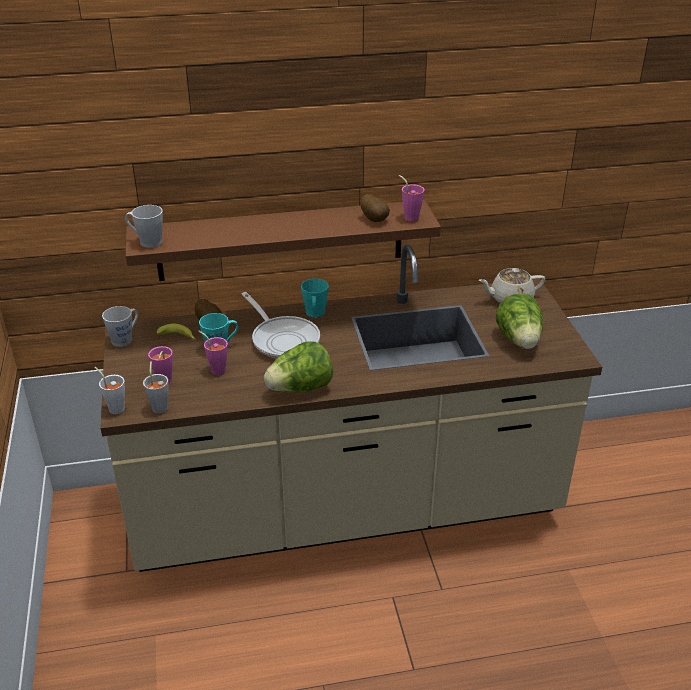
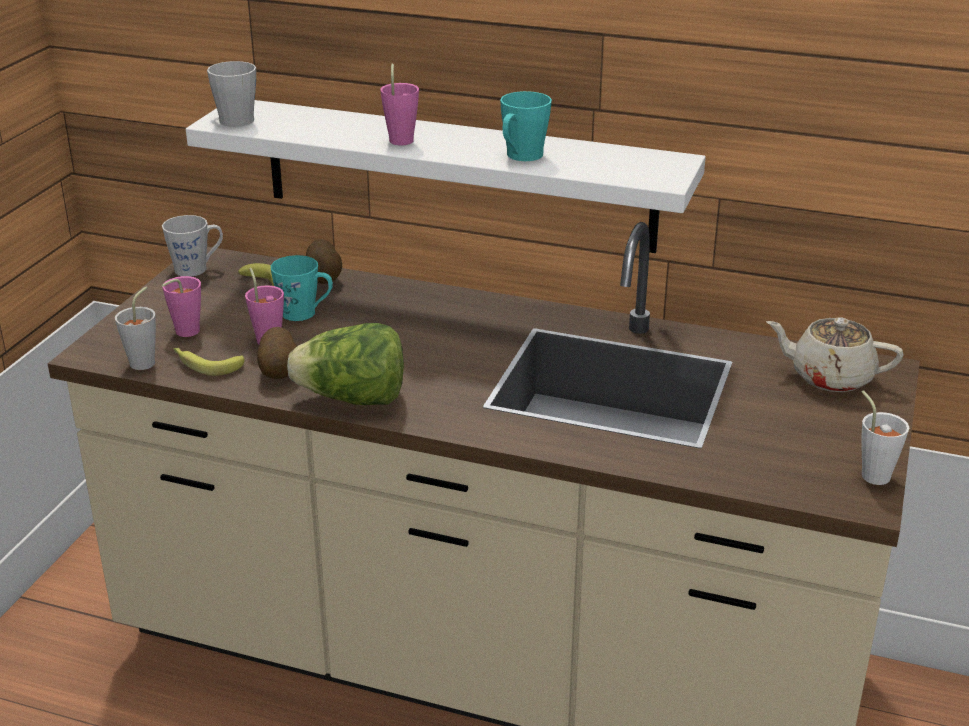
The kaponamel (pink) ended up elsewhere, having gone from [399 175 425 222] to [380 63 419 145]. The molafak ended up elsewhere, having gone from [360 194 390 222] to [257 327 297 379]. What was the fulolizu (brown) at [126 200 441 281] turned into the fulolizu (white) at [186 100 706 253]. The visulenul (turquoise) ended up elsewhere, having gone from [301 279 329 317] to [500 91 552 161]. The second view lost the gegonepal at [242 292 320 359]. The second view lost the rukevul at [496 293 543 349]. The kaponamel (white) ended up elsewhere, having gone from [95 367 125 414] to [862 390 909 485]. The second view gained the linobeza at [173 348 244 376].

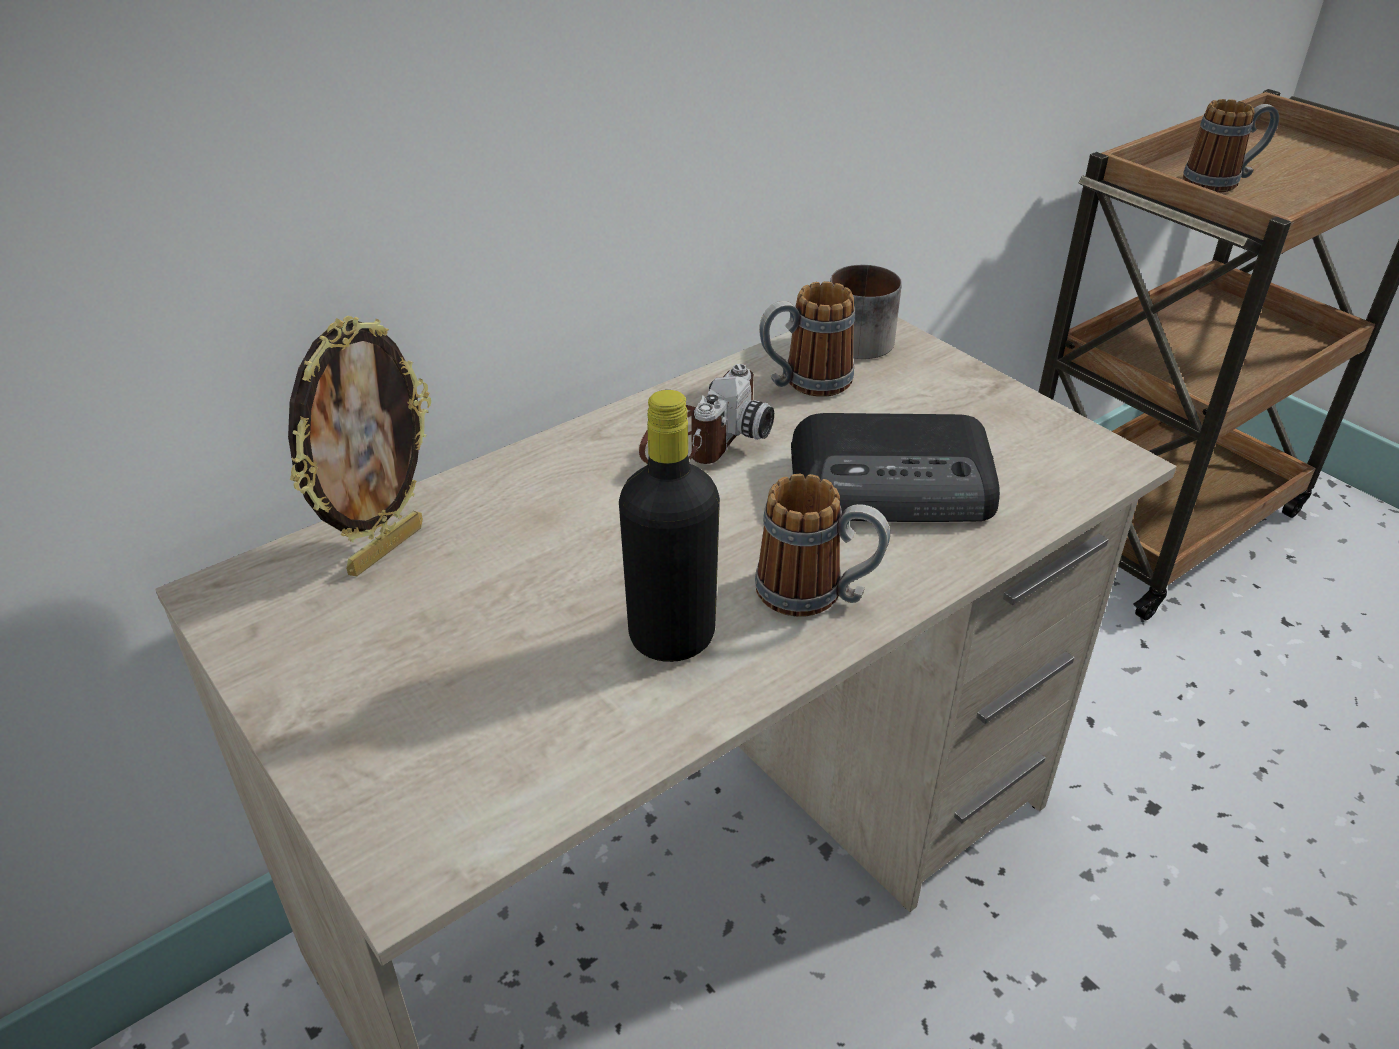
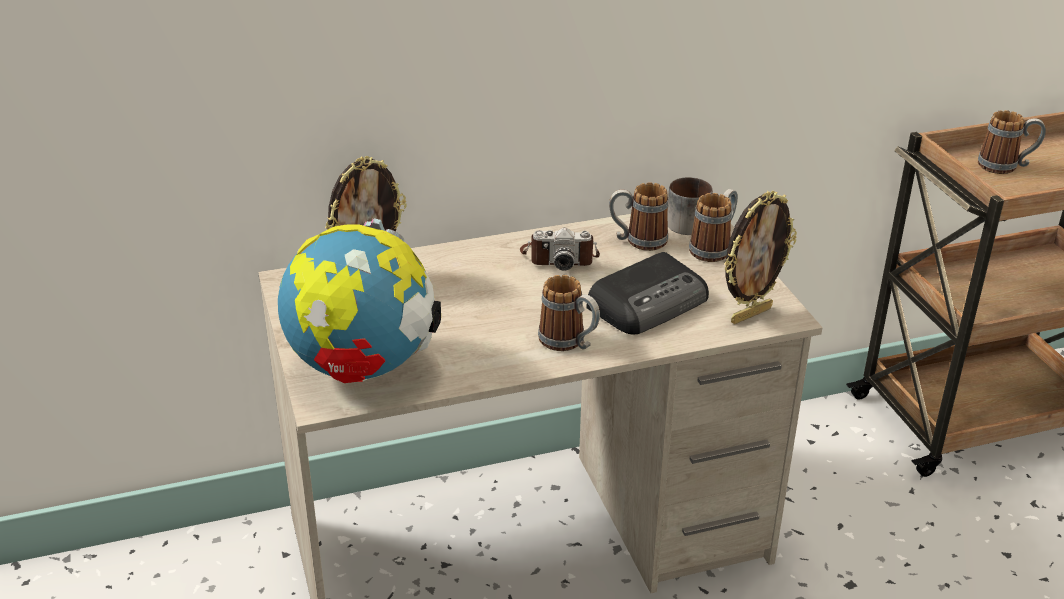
The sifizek at [639 364 774 464] ended up facing another way, 45 degrees clockwise from before. The second view lost the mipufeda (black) at [619 390 720 662]. The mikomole at [791 413 1000 522] ended up facing another way, 60 degrees counterclockwise from before. The second view gained the visulenul at [689 189 738 262]. The second view gained the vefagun at [724 191 797 324]. The second view gained the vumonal at [278 218 441 383].

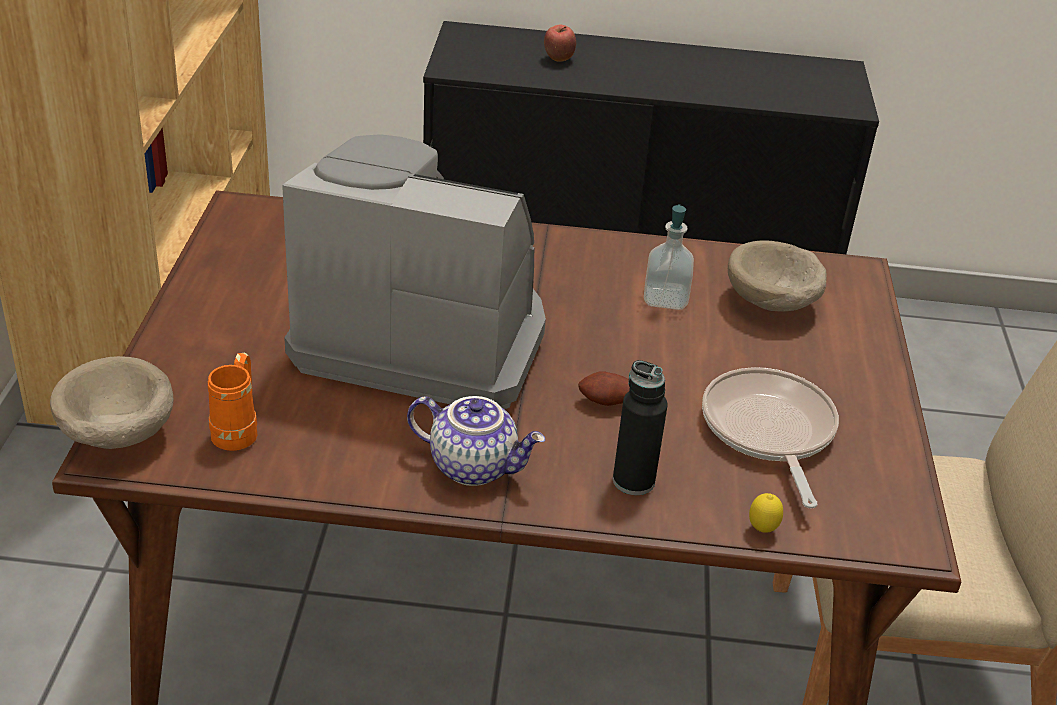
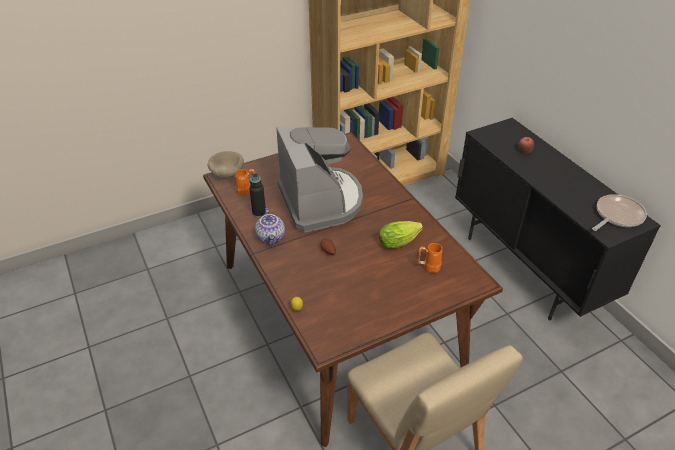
Where the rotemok stood at [644 204 694 310], the rukevul came to stand at [379 221 423 249]. Where the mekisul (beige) stood at [728 240 827 312], the visulenul (orange) came to stand at [418 243 443 273]. The mipufeda (black) ended up elsewhere, having gone from [613 360 668 495] to [249 173 266 217]. The gegonepal ended up elsewhere, having gone from [702 367 839 509] to [592 194 647 231].

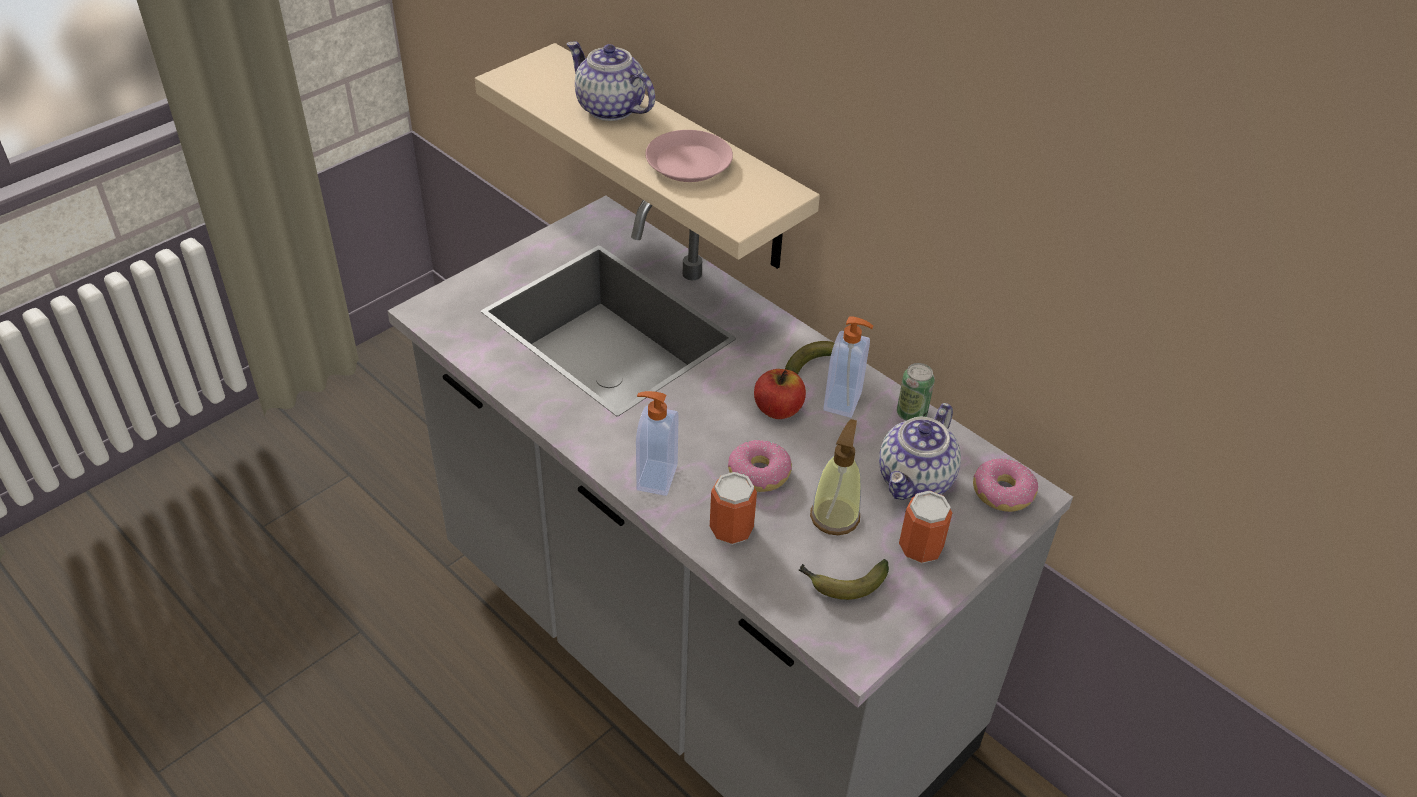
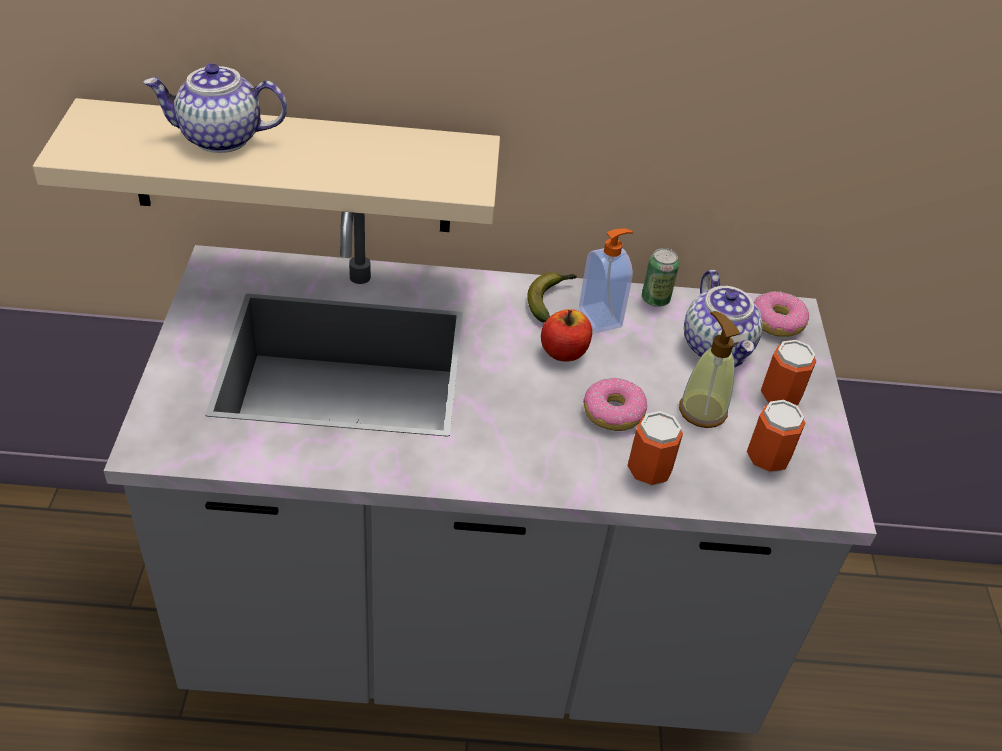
The second view lost the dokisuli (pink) at [645 130 733 182]. The second view lost the rotemok at [636 391 679 496]. Where the linobeza stood at [799 559 889 600], the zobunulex came to stand at [747 400 806 473].

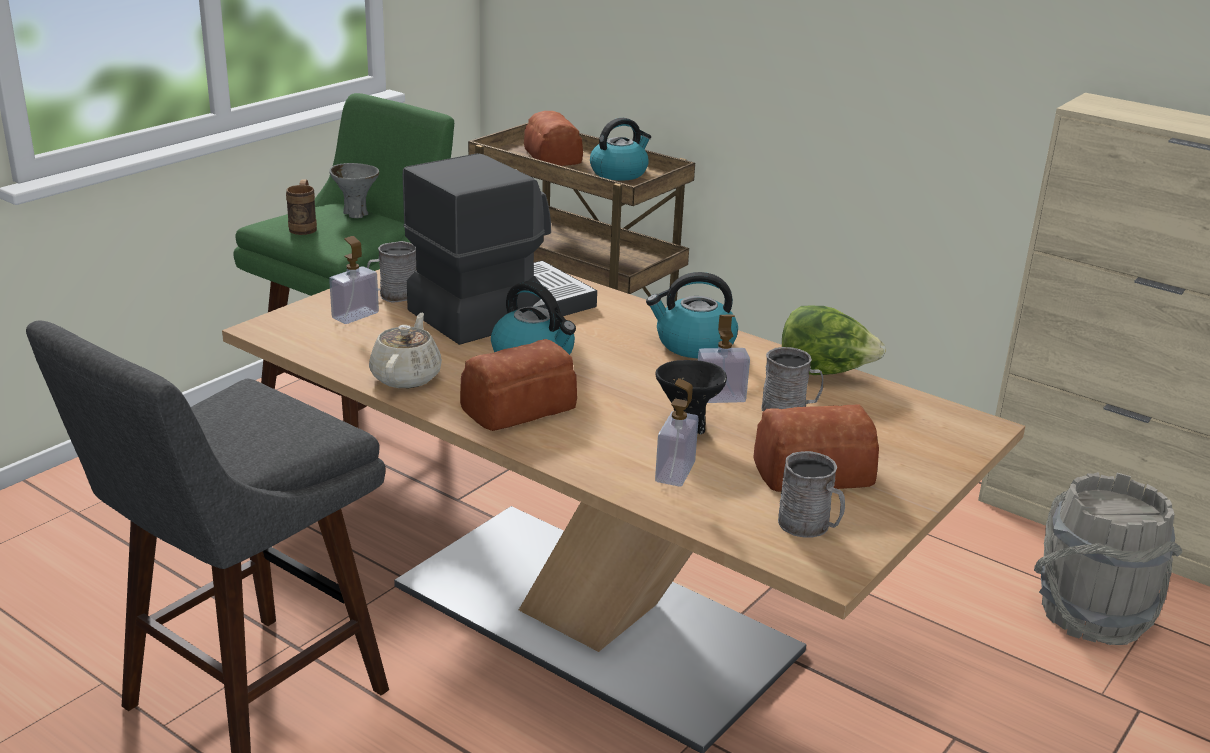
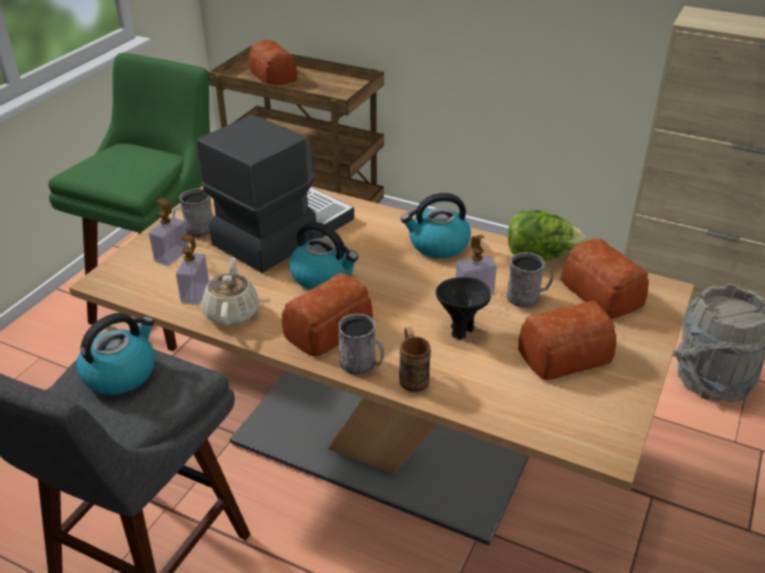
The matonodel ended up elsewhere, having gone from [590 118 651 181] to [76 313 155 395]. The second view lost the mekisul (grey) at [329 163 379 218]. The visulenul (brown) ended up elsewhere, having gone from [286 179 317 235] to [399 326 431 392]. The rotemok ended up elsewhere, having gone from [655 378 699 487] to [176 234 209 305]. The visulenul (grey) ended up elsewhere, having gone from [778 451 845 538] to [339 313 384 375]. The second view gained the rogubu at [561 238 649 319].

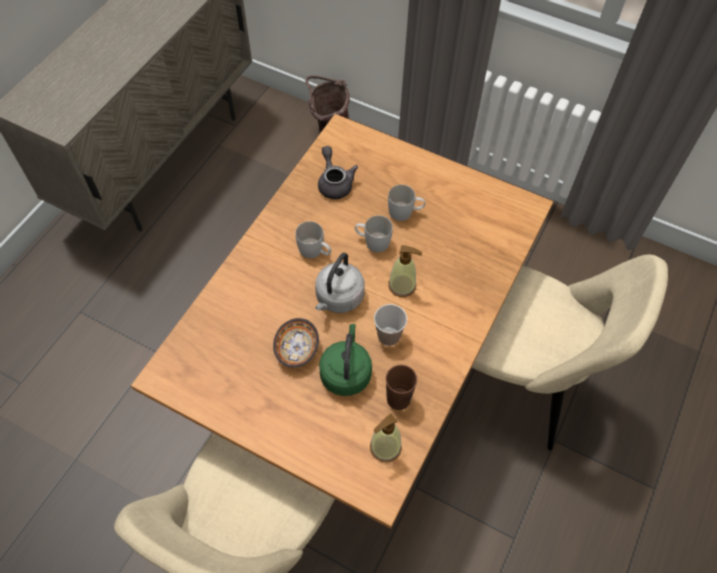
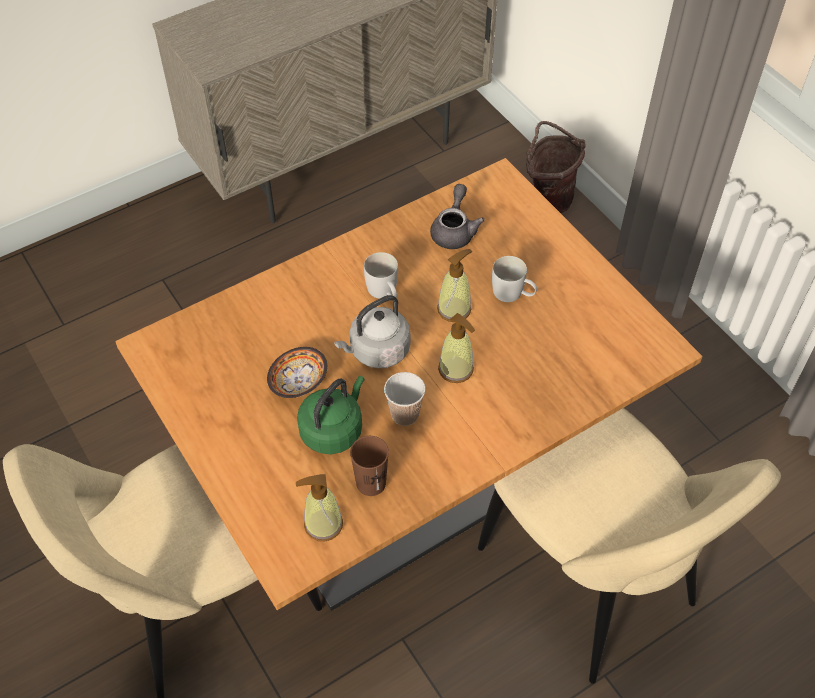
Where the visulenul (white) stood at [355 215 393 252], the rotemok came to stand at [437 249 472 322].

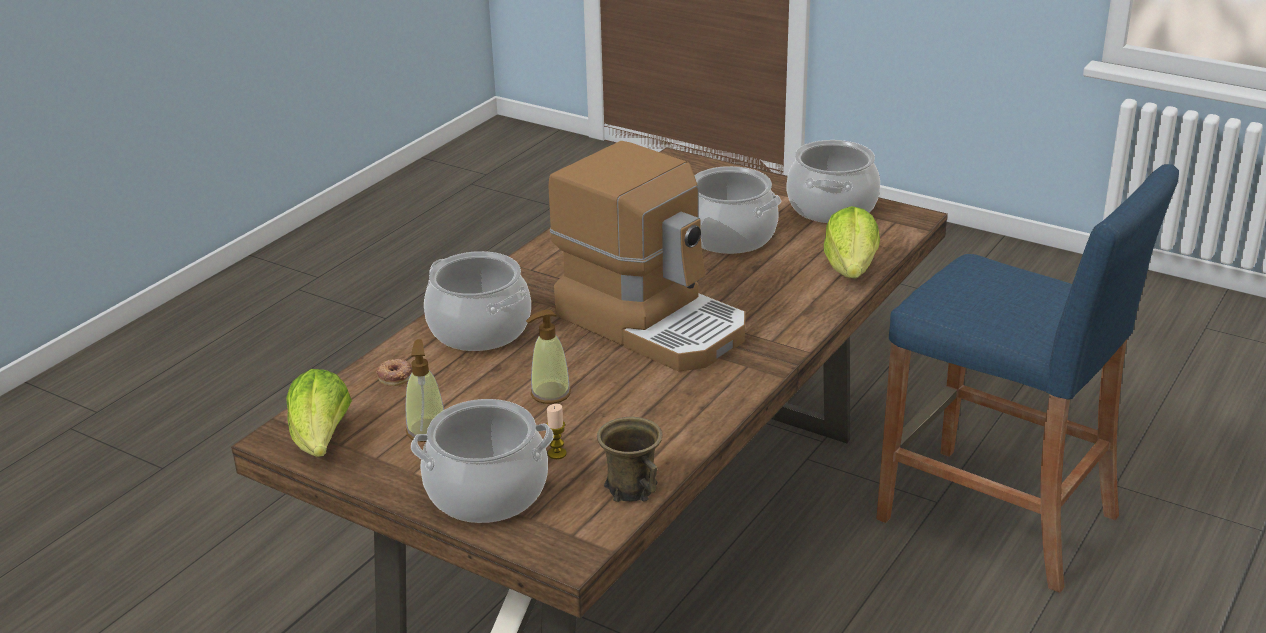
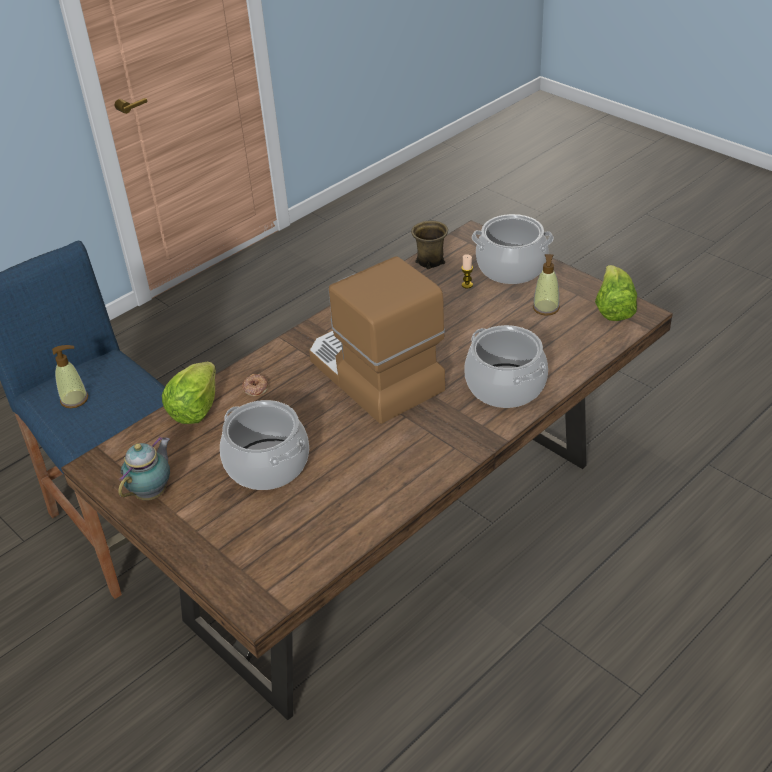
Where the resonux stood at [787 140 880 223], the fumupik came to stand at [118 437 170 500]. The rotemok ended up elsewhere, having gone from [526 310 571 404] to [52 345 88 408]. The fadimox ended up elsewhere, having gone from [377 359 412 386] to [242 374 268 397].

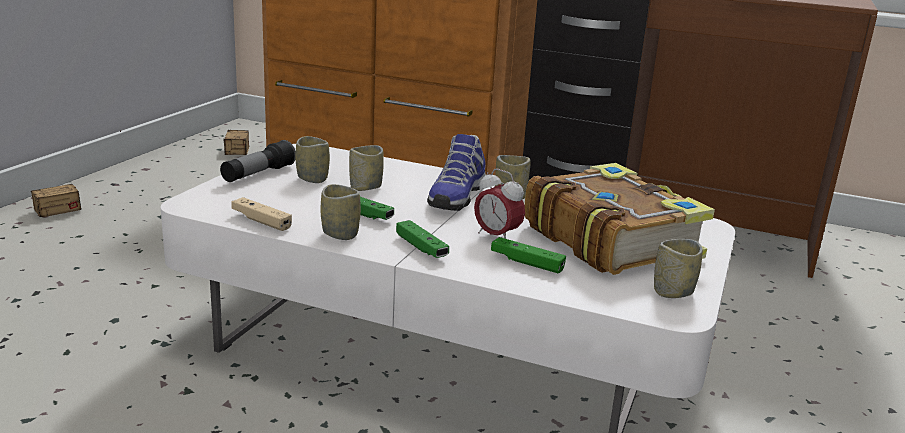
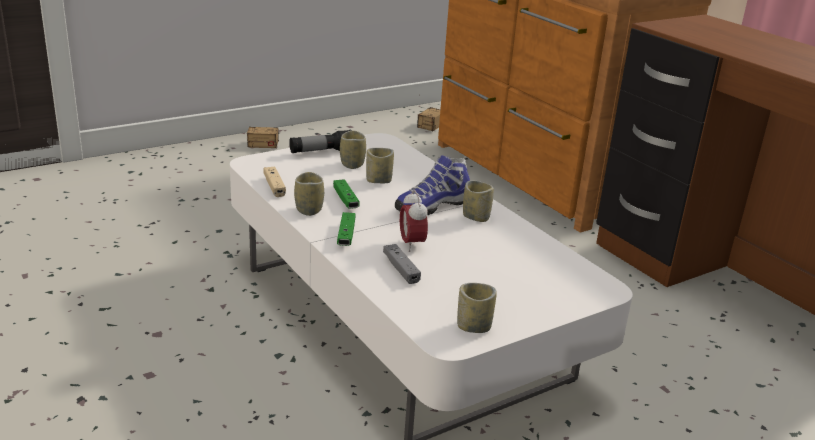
The second view lost the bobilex at [525 163 715 275]. What was the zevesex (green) at [491 237 566 273] turned into the zevesex (grey) at [383 244 421 284].

